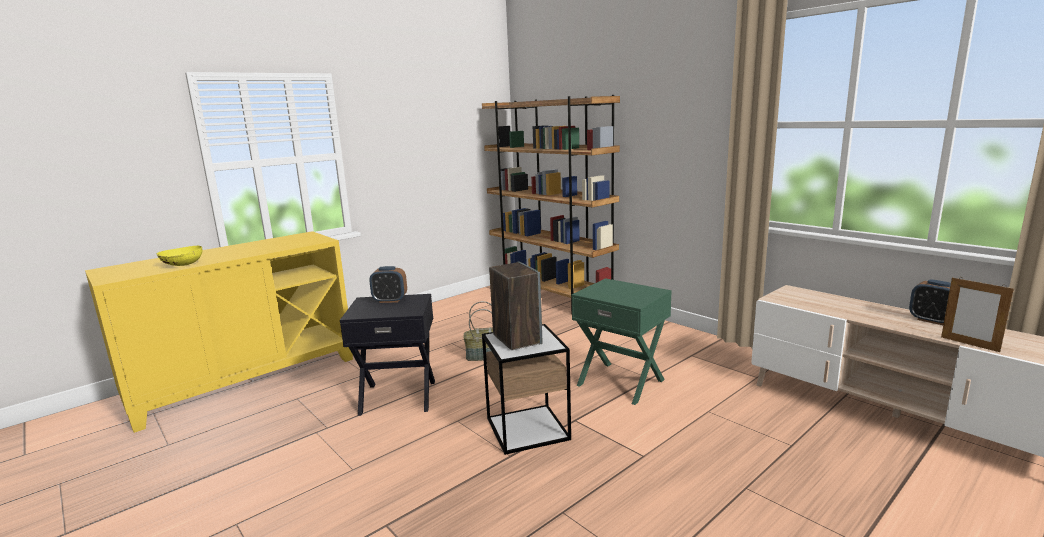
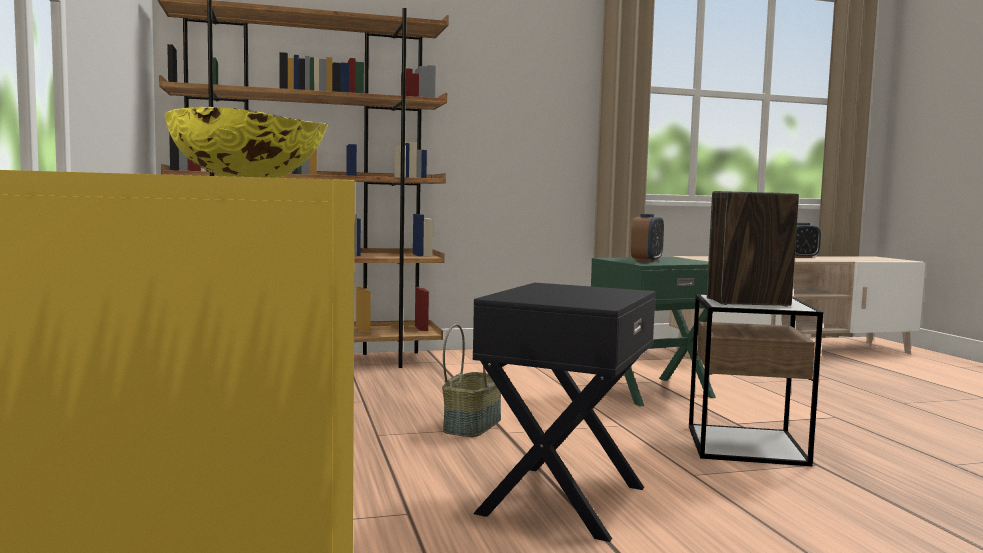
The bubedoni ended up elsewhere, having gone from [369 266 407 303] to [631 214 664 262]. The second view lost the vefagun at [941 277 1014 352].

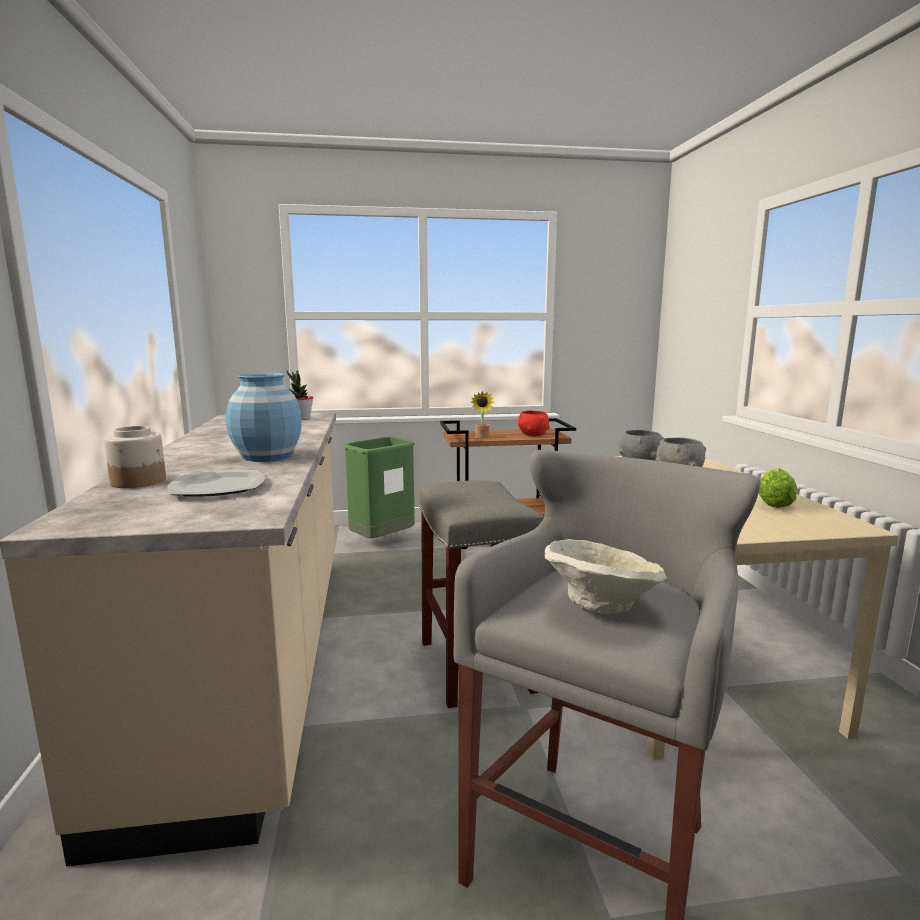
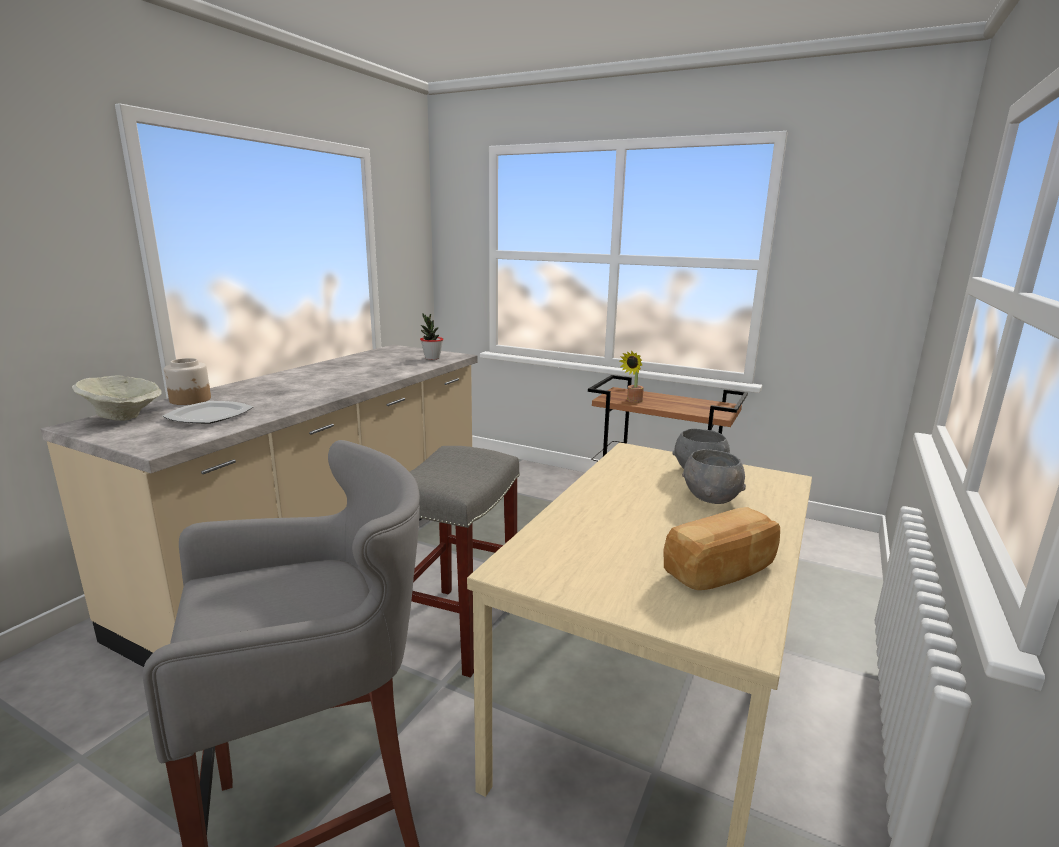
The second view lost the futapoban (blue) at [226 373 302 462]. The second view lost the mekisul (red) at [518 411 550 436]. The second view lost the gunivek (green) at [343 437 415 538]. Where the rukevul stood at [759 468 797 508], the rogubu came to stand at [663 507 780 590]. The mekisul (beige) ended up elsewhere, having gone from [545 539 667 614] to [72 375 161 421].

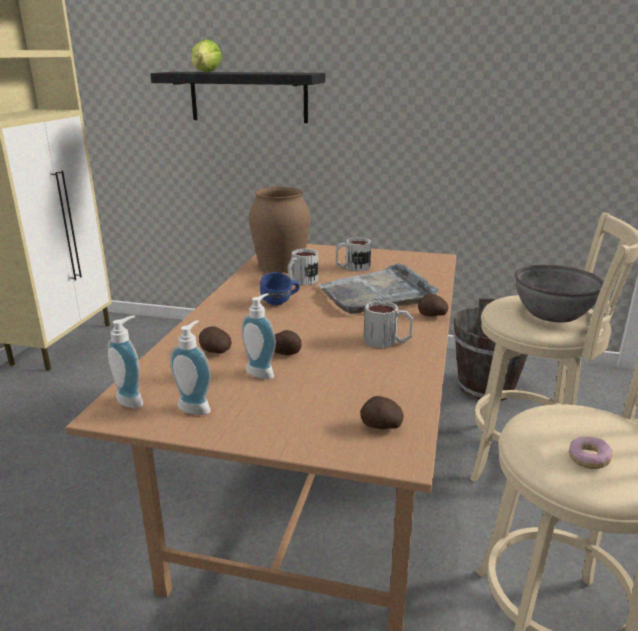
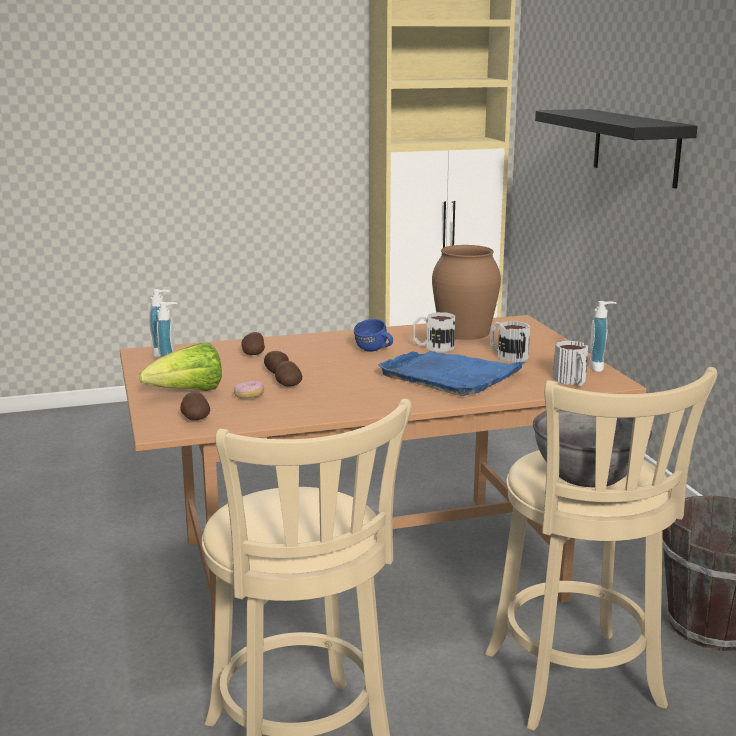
The rukevul ended up elsewhere, having gone from [191 39 222 72] to [139 342 222 391]. What was the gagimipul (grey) at [317 263 439 314] turned into the gagimipul (blue) at [378 351 526 396]. The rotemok ended up elsewhere, having gone from [241 293 276 379] to [589 301 617 372]. The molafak ended up elsewhere, having gone from [418 293 448 316] to [275 361 302 387]. The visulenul ended up elsewhere, having gone from [364 301 413 348] to [553 341 588 386]. The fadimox ended up elsewhere, having gone from [569 436 612 469] to [234 381 264 398].

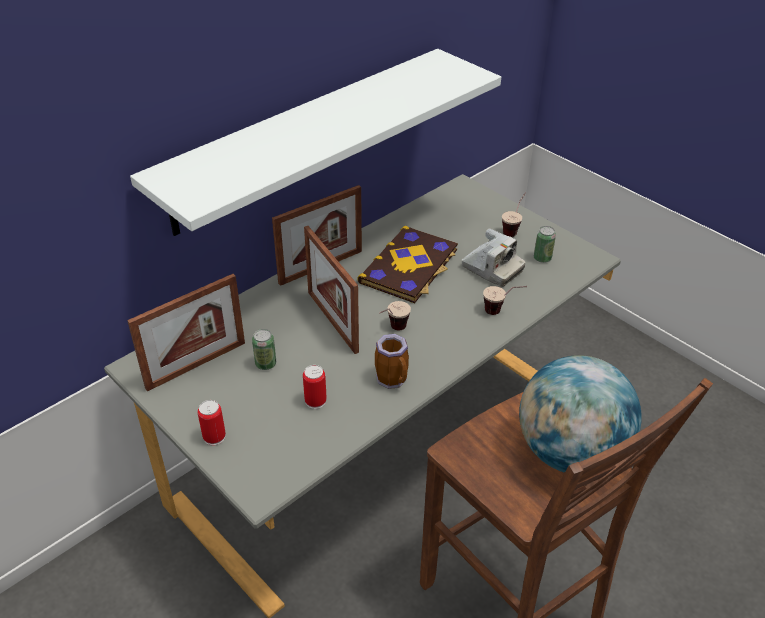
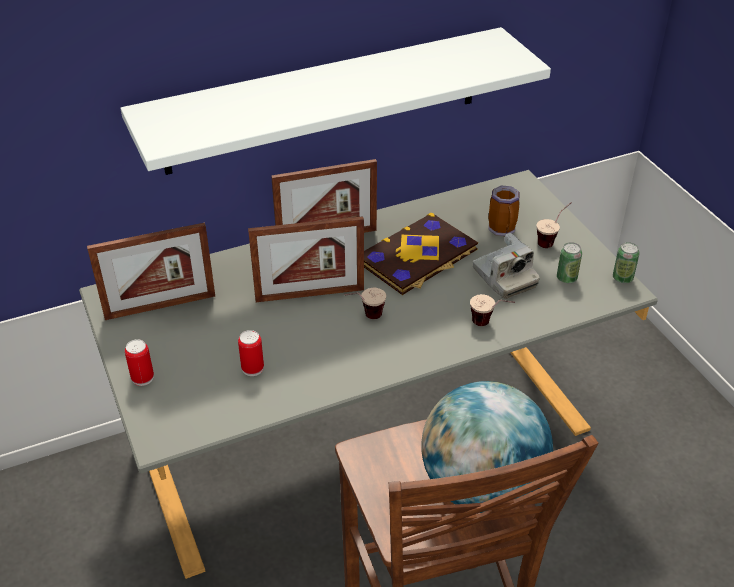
The vefagun at [304 226 359 354] ended up facing another way, 90 degrees counterclockwise from before. The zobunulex ended up elsewhere, having gone from [252 329 276 370] to [613 242 640 283]. The visulenul ended up elsewhere, having gone from [375 334 409 389] to [488 185 520 236].

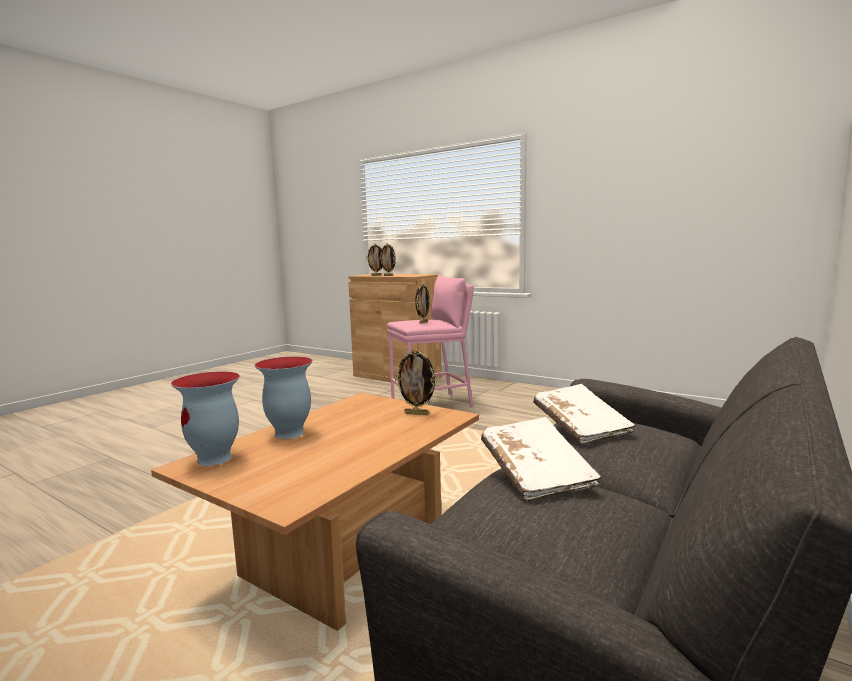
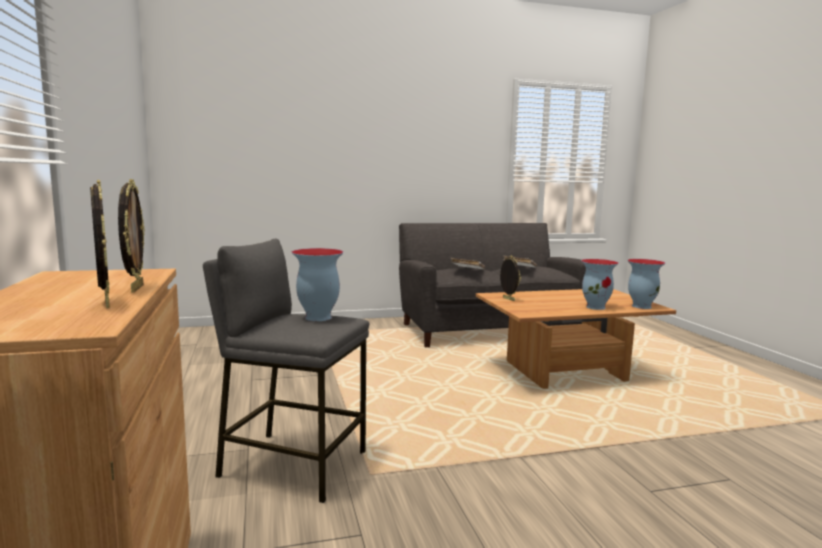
What was the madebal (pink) at [387 275 474 408] turned into the madebal (grey) at [203 239 369 503]. Where the vefagun stood at [415 283 431 324], the futapoban came to stand at [292 248 344 321].

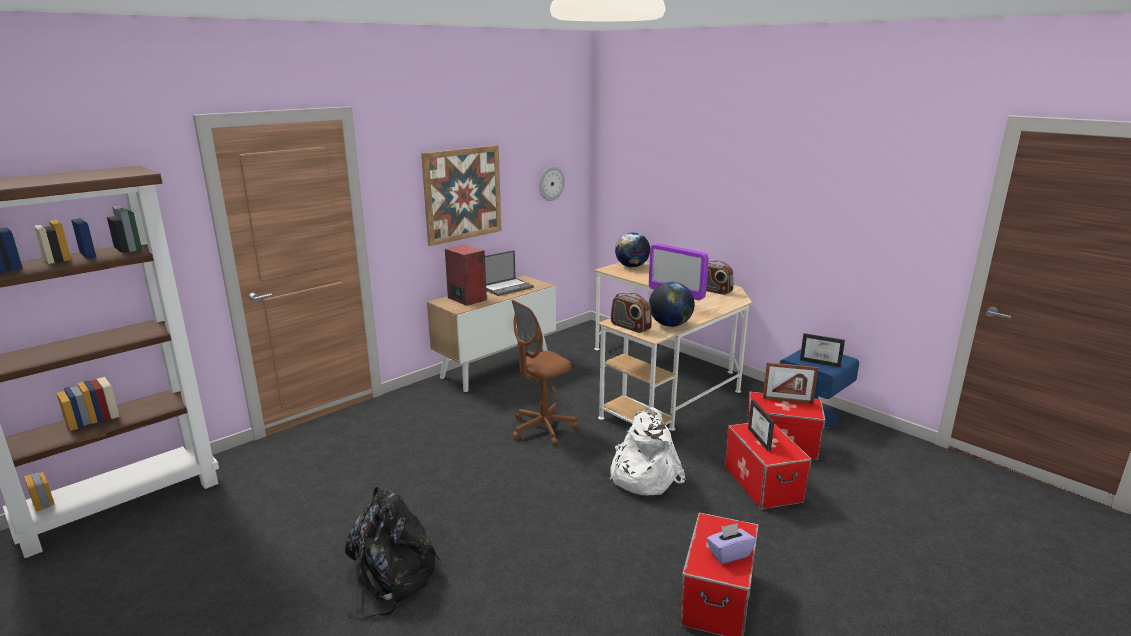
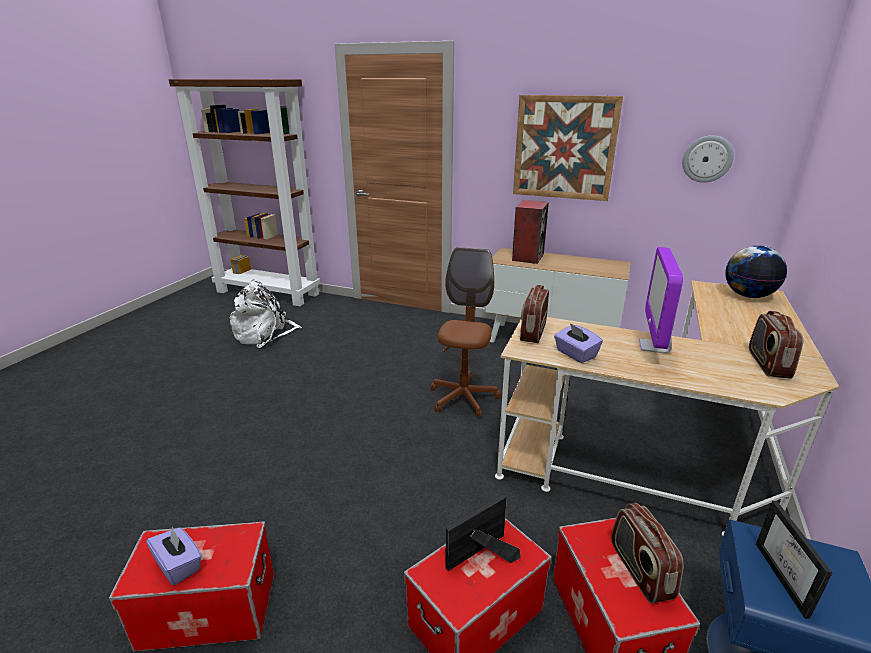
The second view lost the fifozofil at [485 250 534 296]. Where the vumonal stood at [649 282 695 327], the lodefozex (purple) came to stand at [554 323 603 363]. The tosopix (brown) at [511 300 578 445] ended up facing another way, 75 degrees clockwise from before. Where the vefagun stood at [763 362 818 404], the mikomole came to stand at [611 503 684 604]. The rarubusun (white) ended up elsewhere, having gone from [610 407 685 495] to [230 279 302 348]. The second view lost the rarubusun (black) at [345 487 441 618].

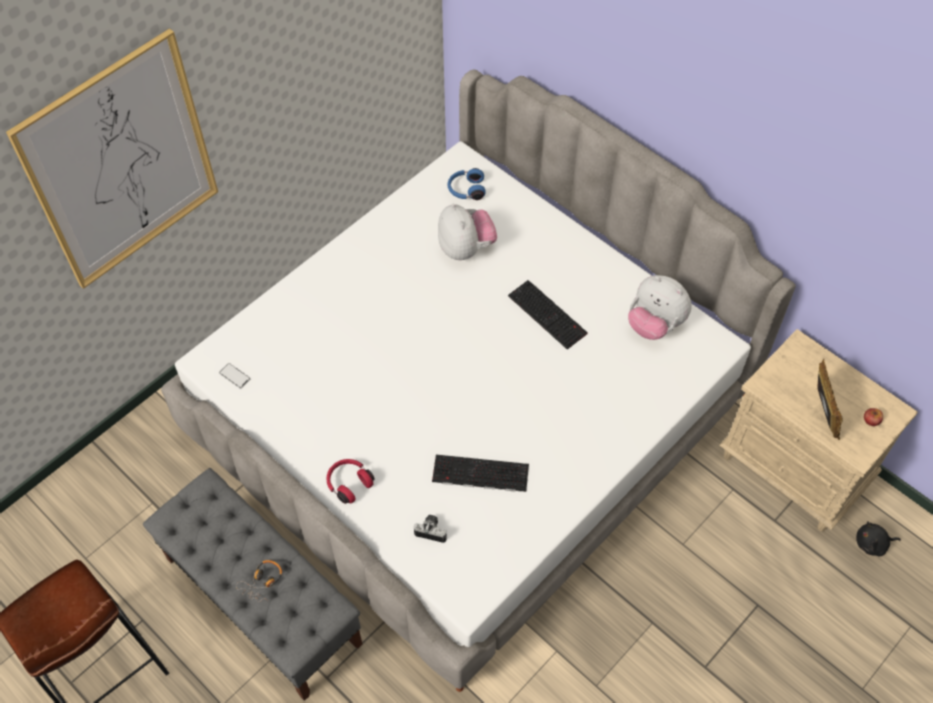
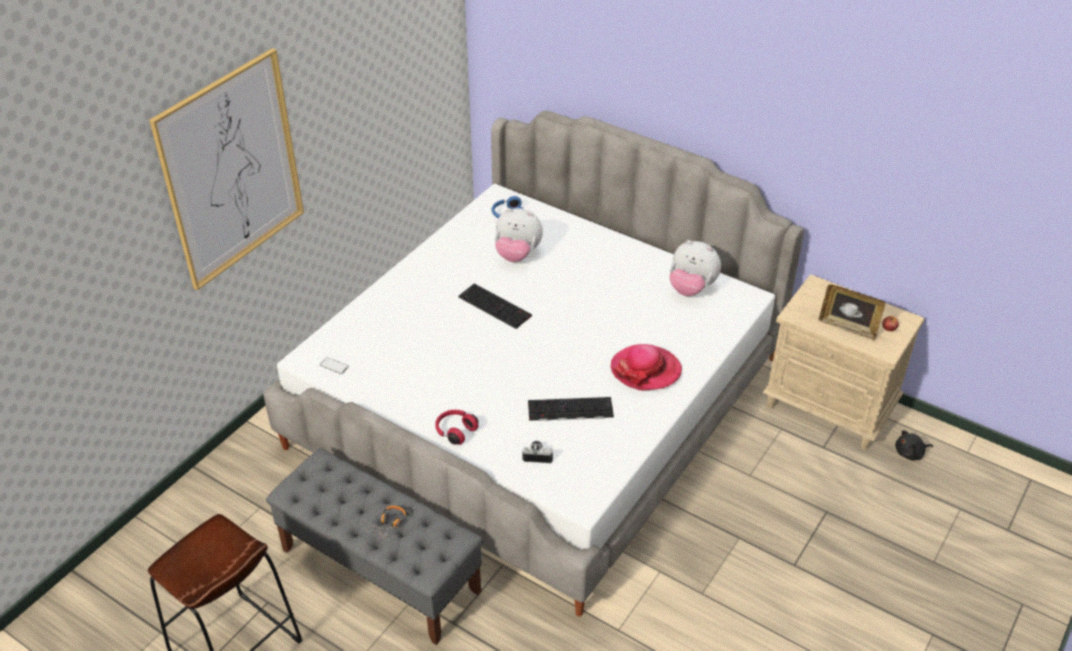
The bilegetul at [438 204 497 260] ended up facing another way, 135 degrees clockwise from before. The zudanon ended up elsewhere, having gone from [508 280 588 350] to [458 284 532 329]. The vefagun at [817 359 842 440] ended up facing another way, 135 degrees clockwise from before. The second view gained the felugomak at [610 344 682 391].

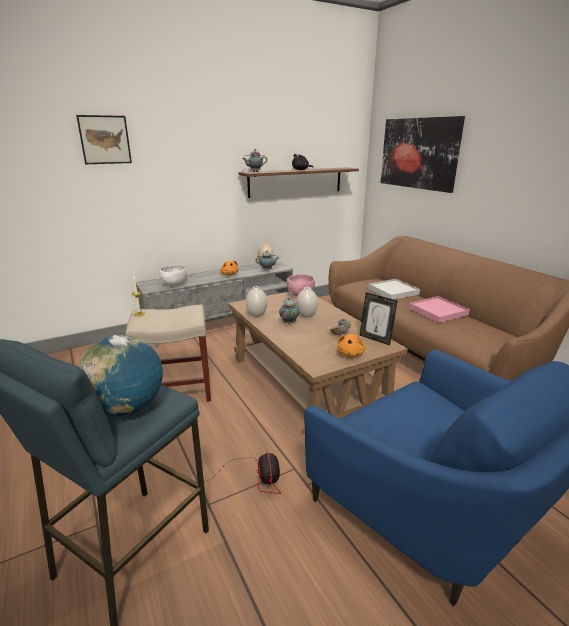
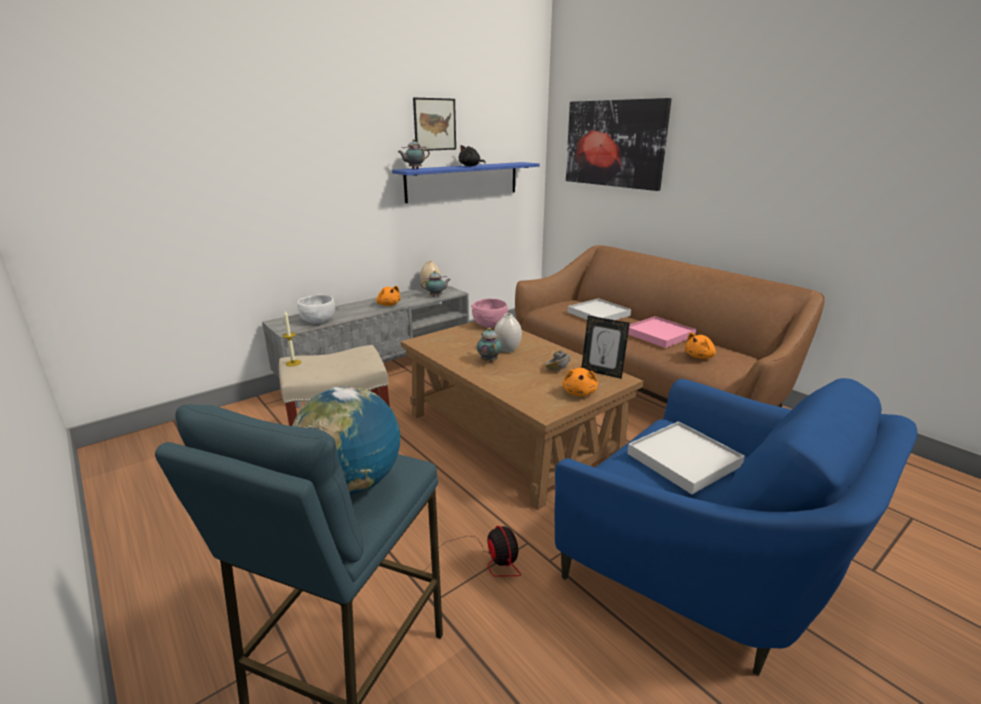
The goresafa ended up elsewhere, having gone from [76 115 132 164] to [413 98 456 151]. What was the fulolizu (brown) at [238 167 359 198] turned into the fulolizu (blue) at [392 162 540 203]. The second view lost the futapoban (white) at [246 286 268 317]. The second view gained the bilegetul (orange) at [685 332 716 359]. The second view gained the gagimipul (white) at [627 421 745 494].

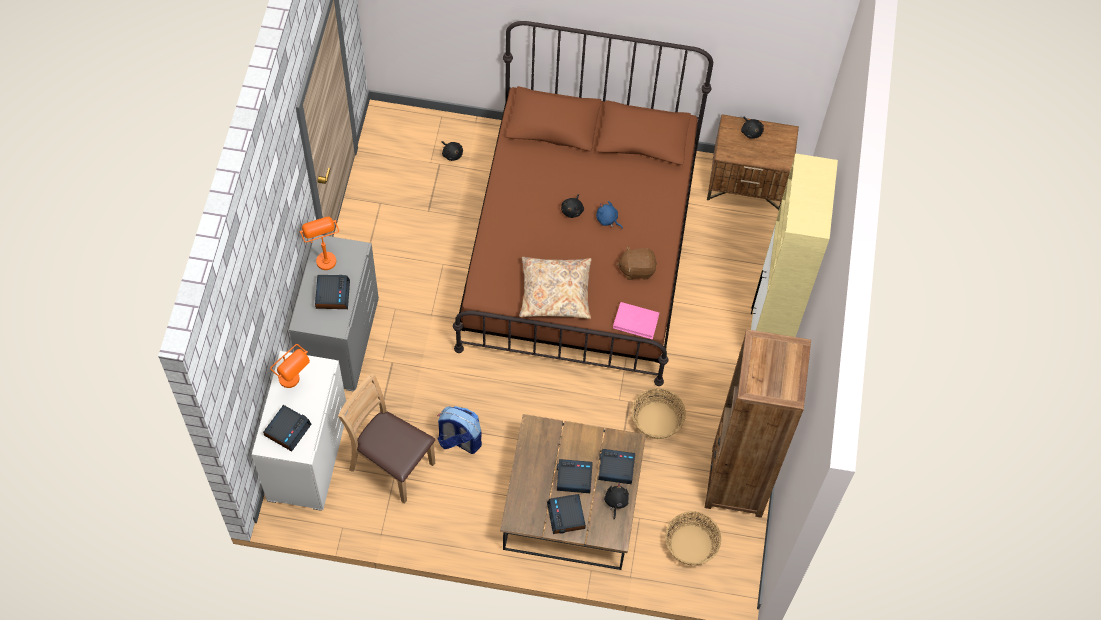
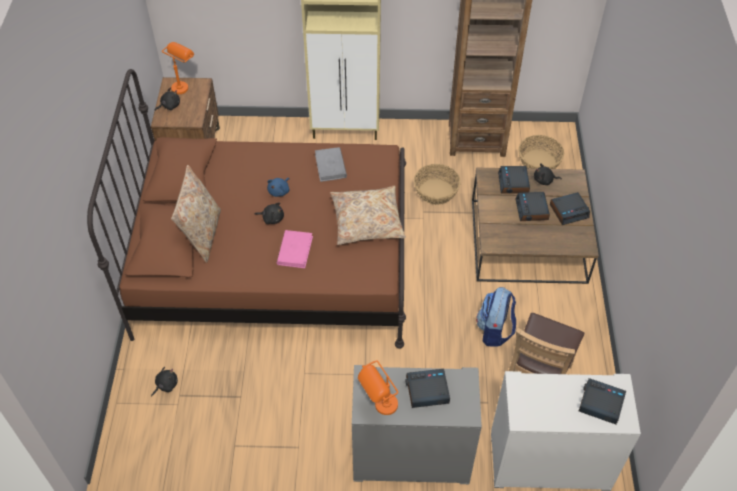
Where the bilegetul (brown) stood at [617 246 657 280], the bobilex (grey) came to stand at [315 147 347 182]. The bobilex (pink) ended up elsewhere, having gone from [613 302 659 340] to [276 230 313 268]. The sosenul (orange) ended up elsewhere, having gone from [270 344 310 388] to [162 42 194 94]. The second view gained the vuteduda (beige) at [171 165 221 263].

